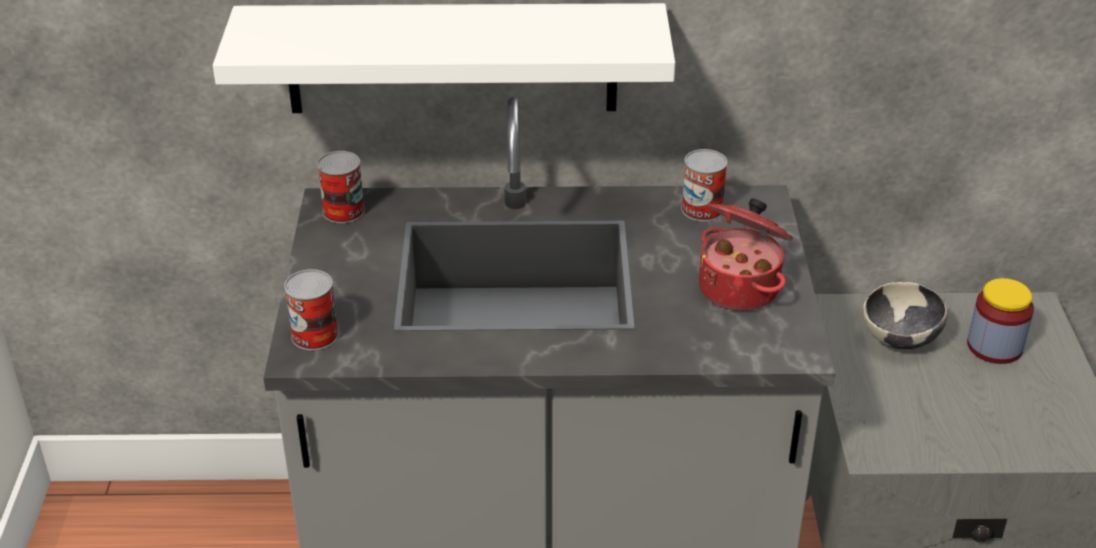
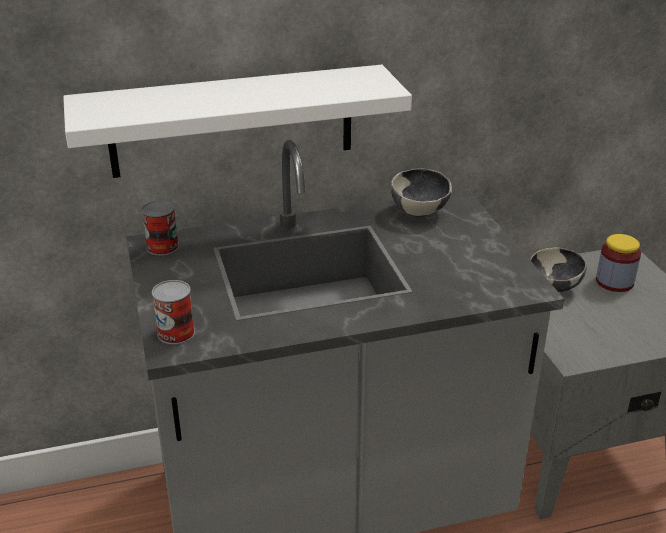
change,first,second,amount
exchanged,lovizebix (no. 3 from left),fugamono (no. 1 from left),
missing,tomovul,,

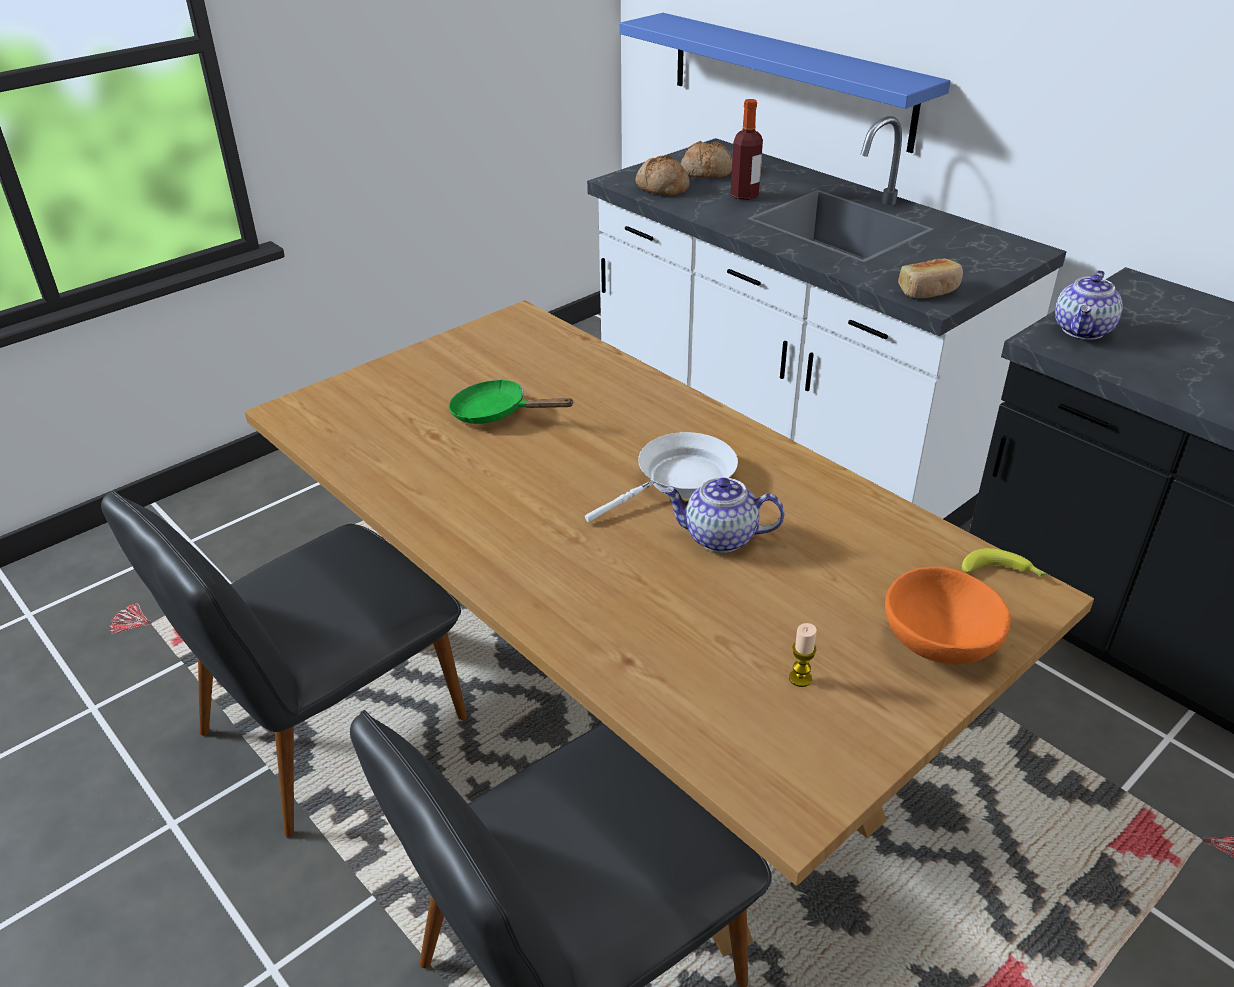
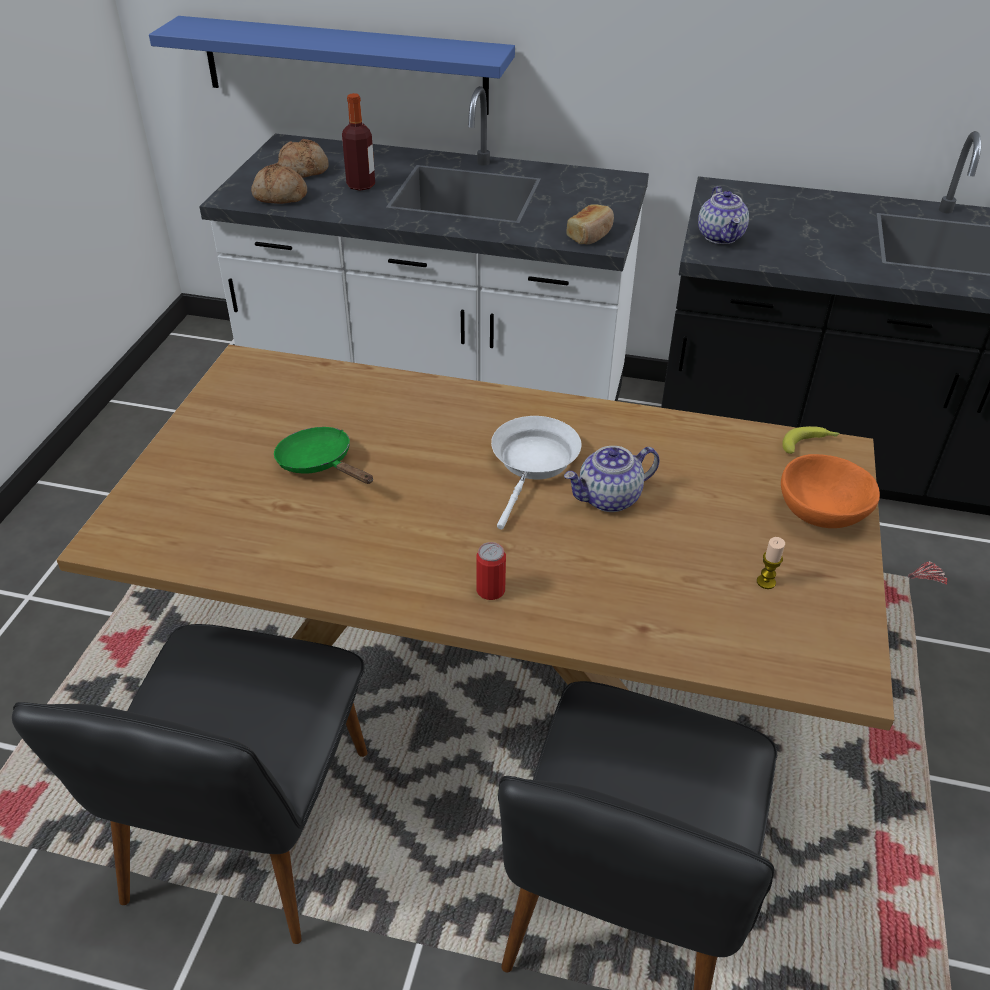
change,first,second,amount
spun,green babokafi,,60 degrees clockwise
appeared,,lovizebix,

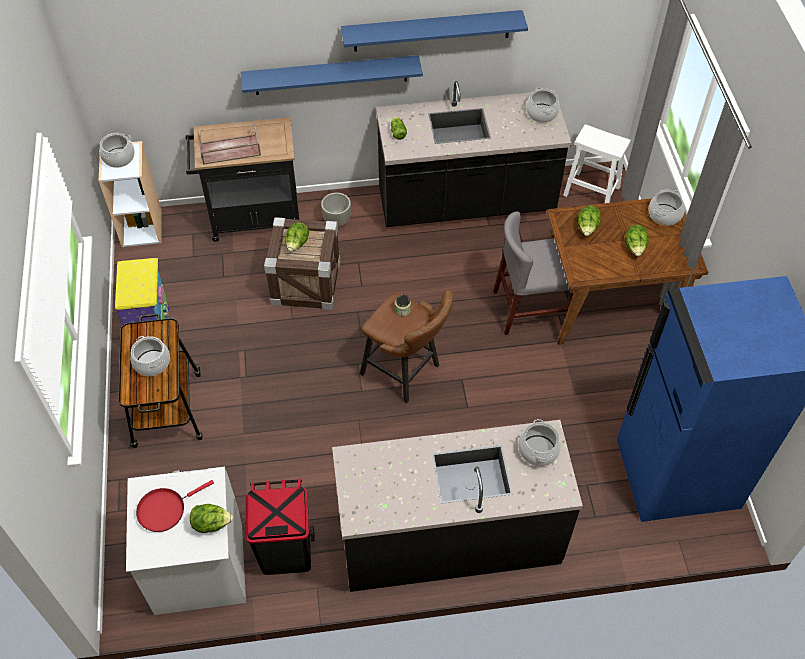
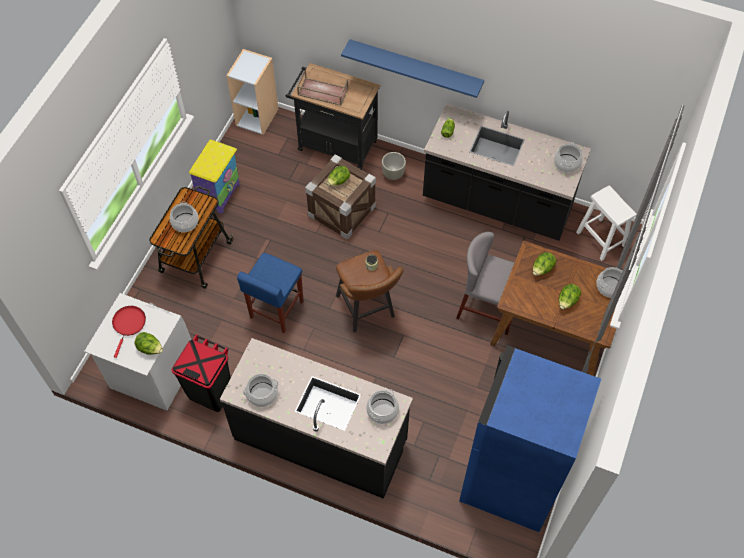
change,first,second,amount
relocated,tomovul (no. 1 from left in the first image),tomovul (no. 2 from left),
spun,red babokafi,,105 degrees clockwise
missing,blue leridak (no. 2 from left),,
appeared,,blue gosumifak,

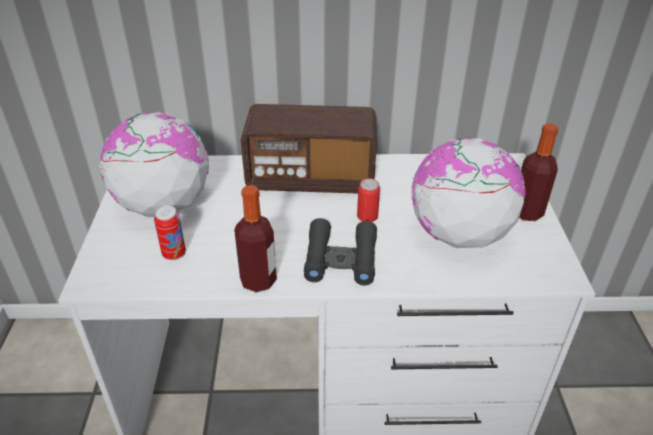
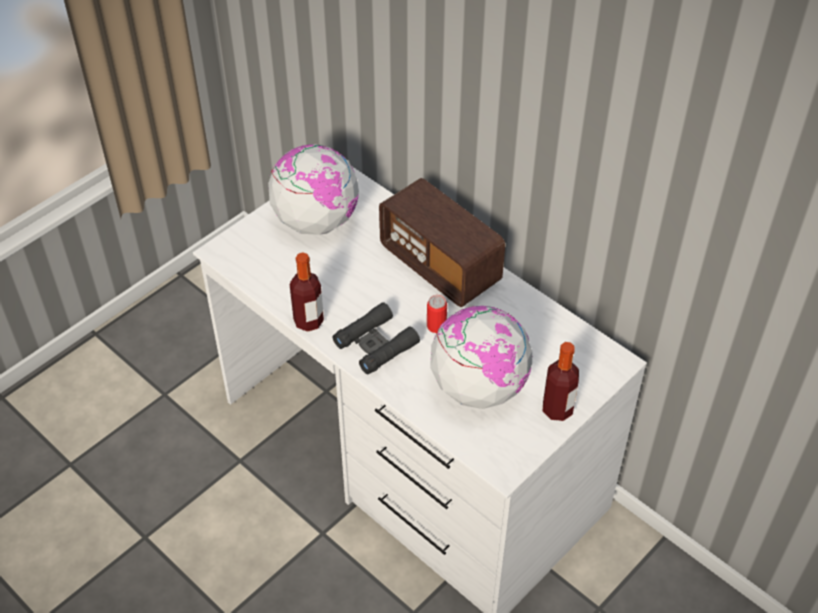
change,first,second,amount
missing,lovizebix (no. 1 from left),,

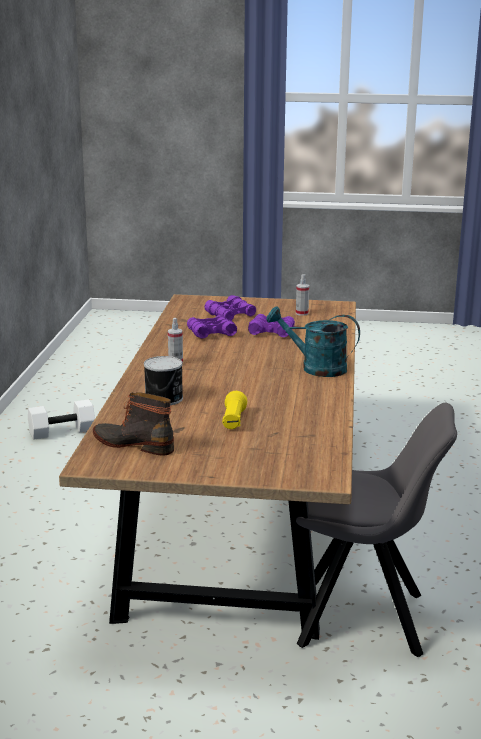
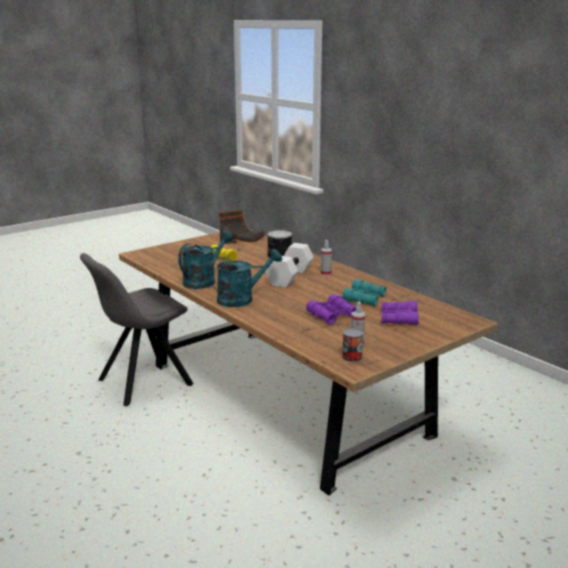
change,first,second,amount
relocated,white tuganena,,
colour,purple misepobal (no. 1 from left),turquoise misepobal,
appeared,,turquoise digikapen (no. 1 from left),
appeared,,lovizebix (no. 2 from left),

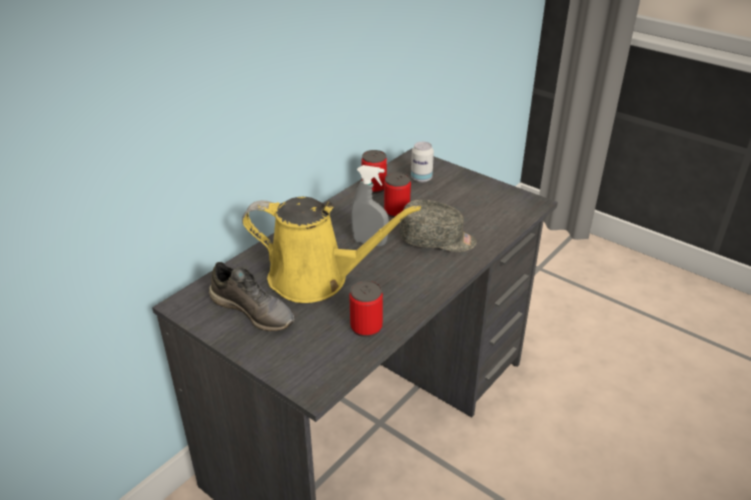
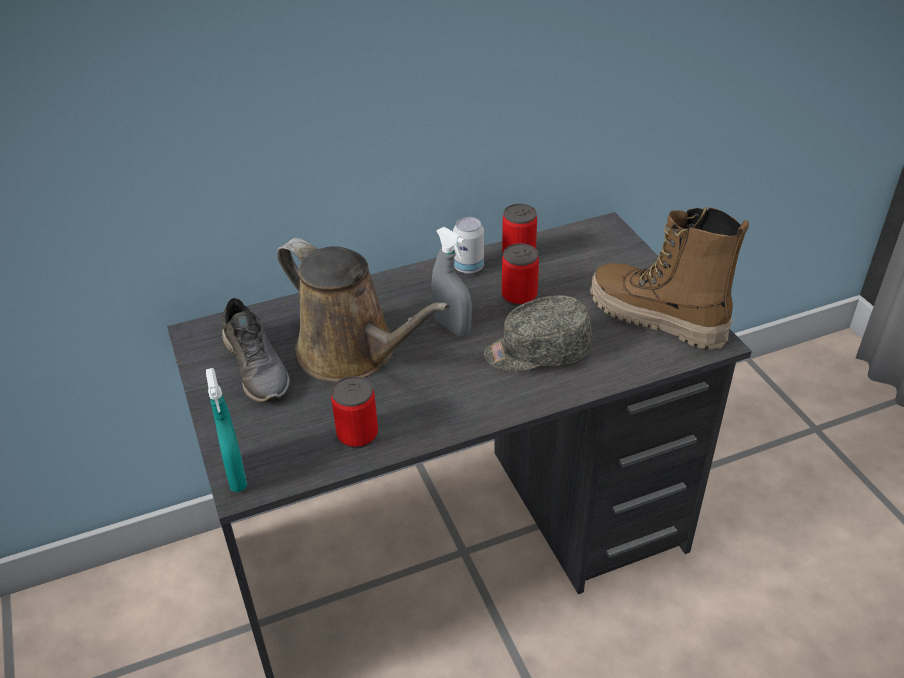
change,first,second,amount
colour,yellow digikapen,brown digikapen,
spun,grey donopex,,135 degrees clockwise
relocated,lovizebix (no. 4 from left in the first image),lovizebix (no. 2 from left),
appeared,,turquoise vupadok,
appeared,,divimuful,

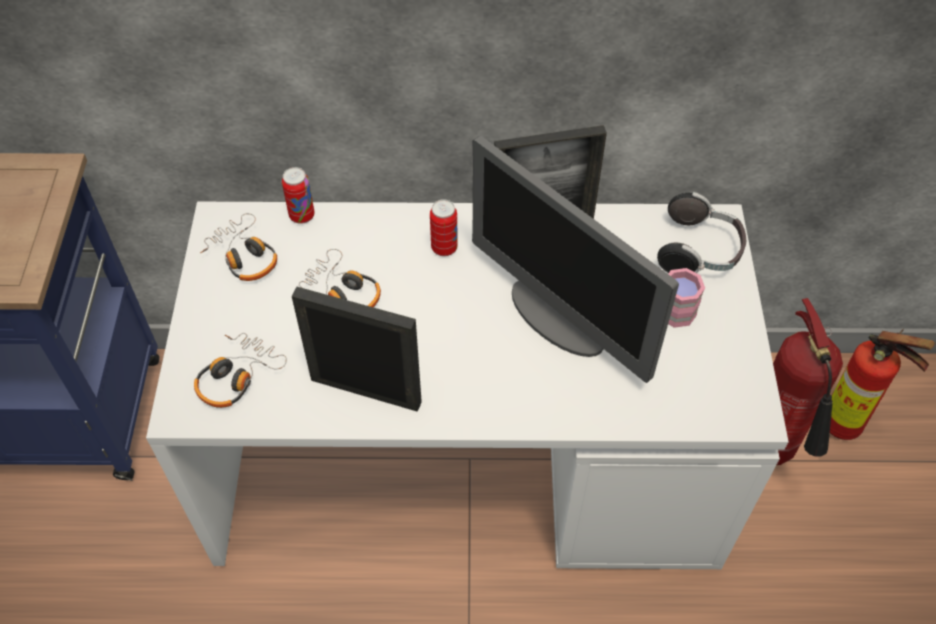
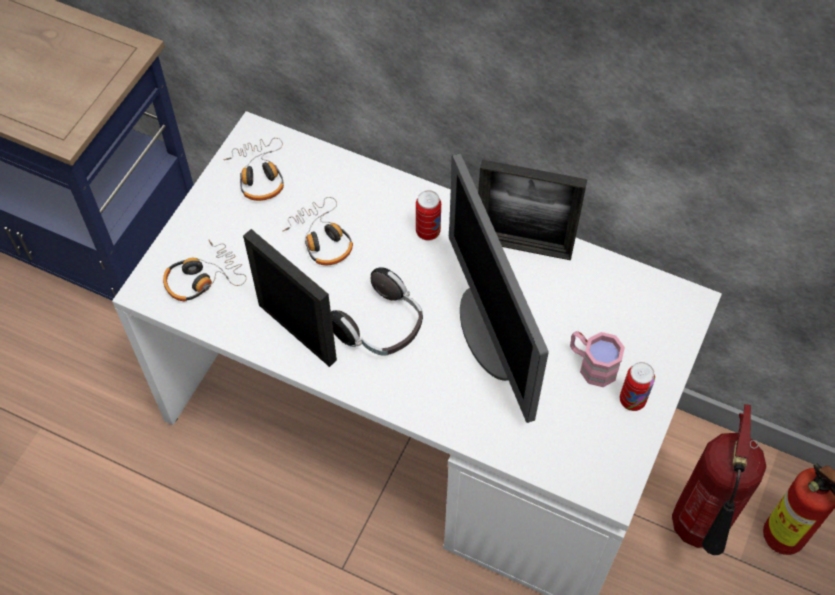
change,first,second,amount
relocated,lovizebix (no. 1 from left in the first image),lovizebix (no. 2 from left),
relocated,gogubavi (no. 4 from left),,

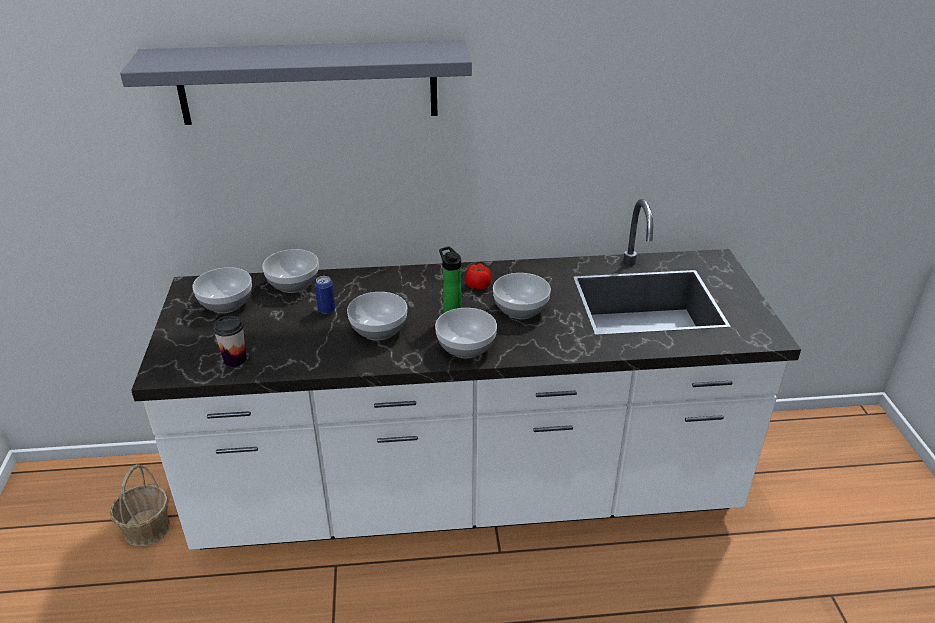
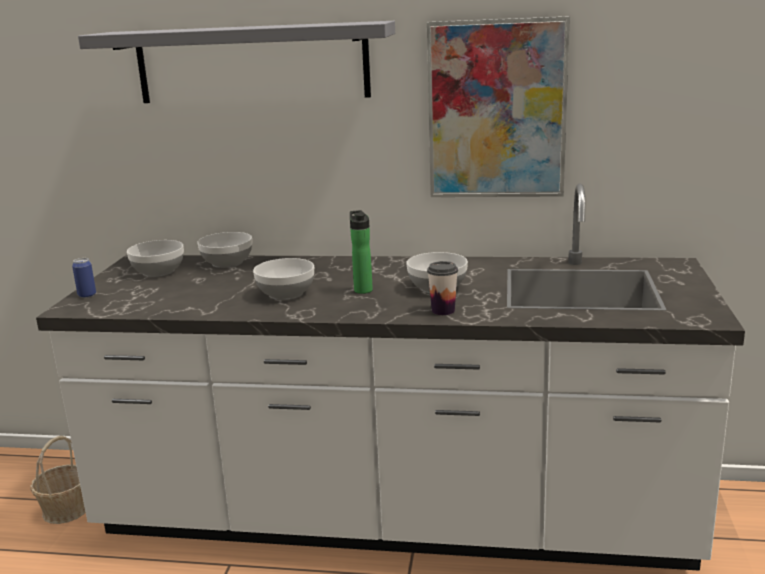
change,first,second,amount
relocated,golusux,,
relocated,lovizebix,,
missing,fugamono (no. 4 from left),,
missing,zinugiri,,
appeared,,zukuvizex,

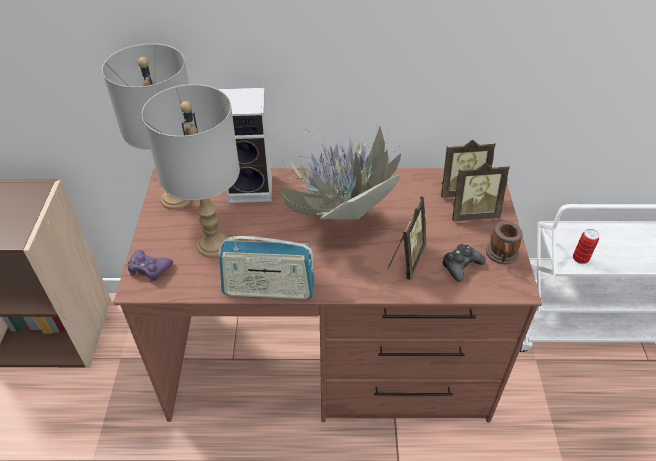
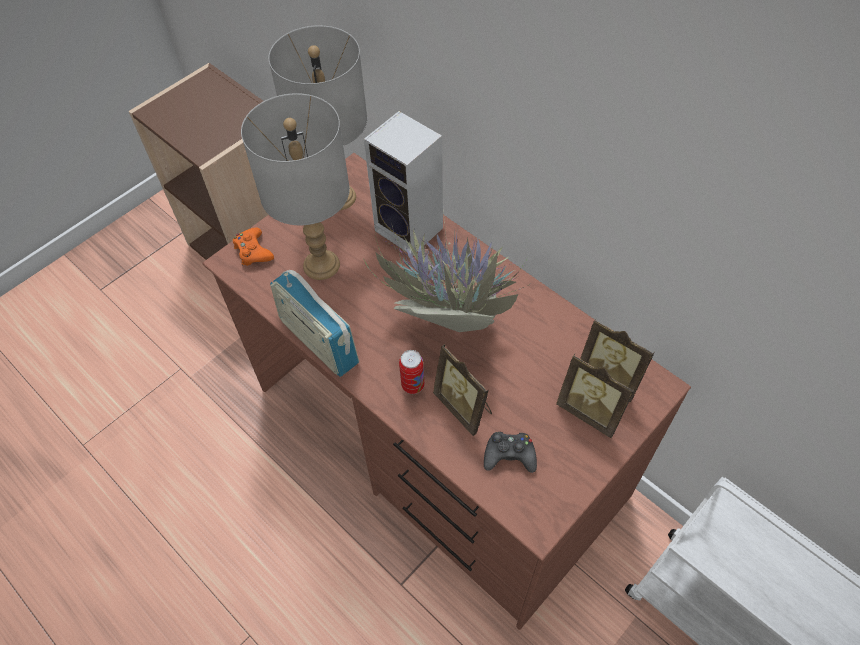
change,first,second,amount
colour,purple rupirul,orange rupirul,
spun,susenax (no. 1 from left),,75 degrees clockwise
missing,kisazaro,,
relocated,lovizebix,,

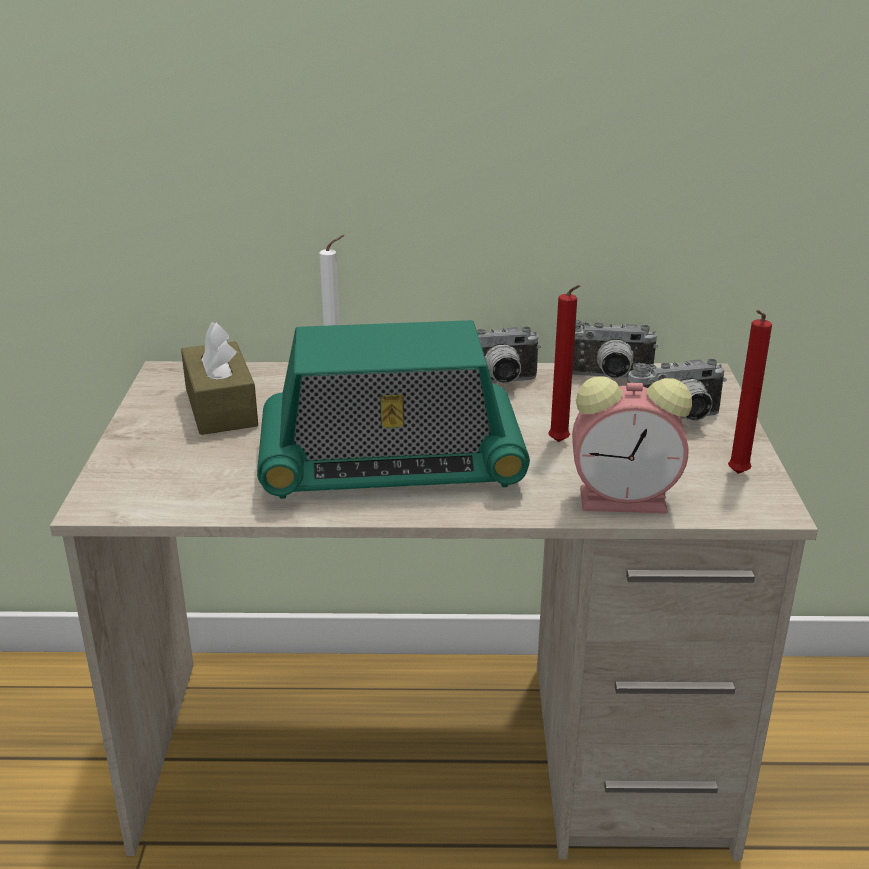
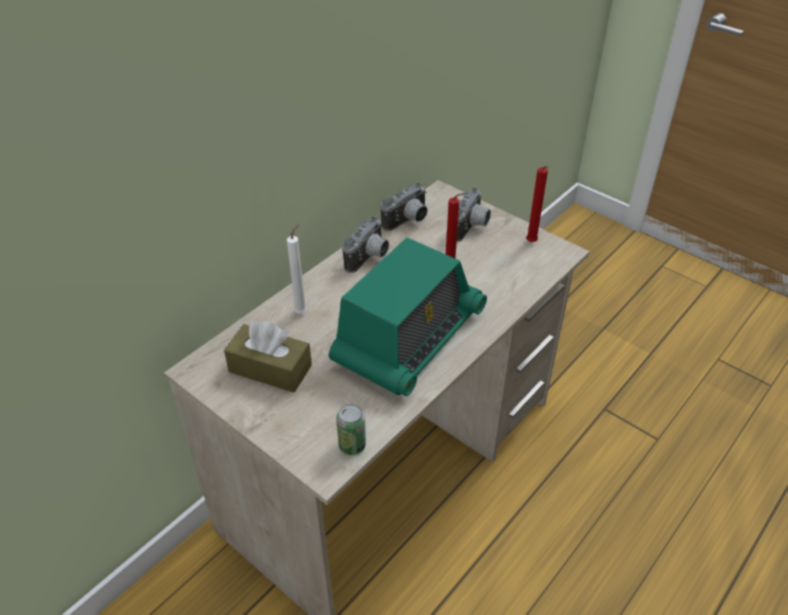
change,first,second,amount
missing,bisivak,,
appeared,,lovizebix,

